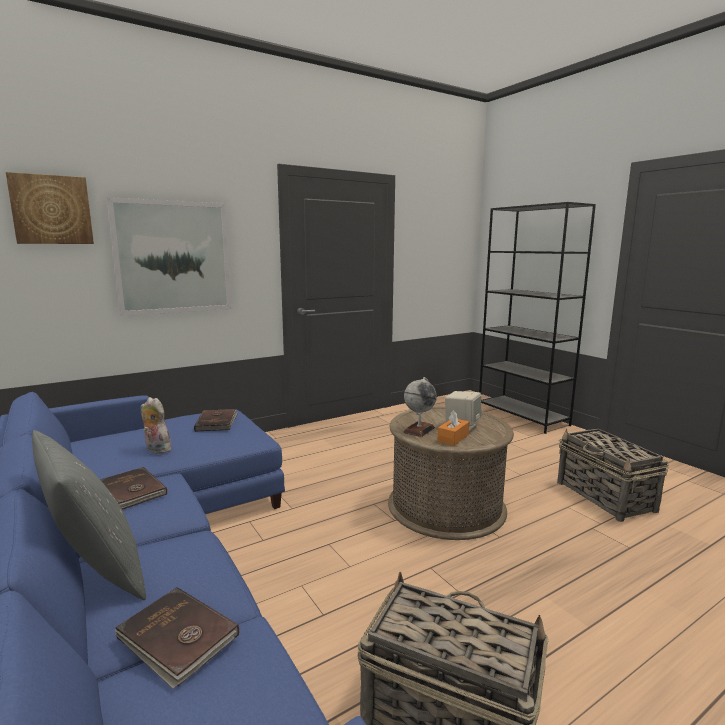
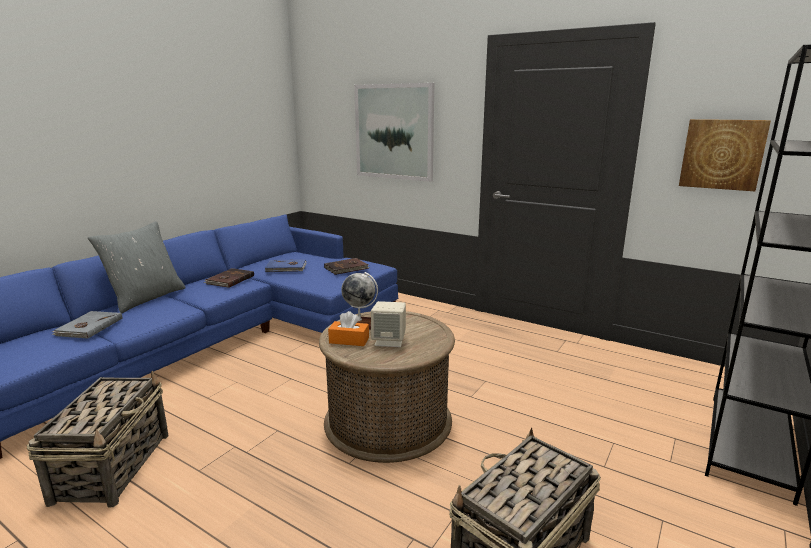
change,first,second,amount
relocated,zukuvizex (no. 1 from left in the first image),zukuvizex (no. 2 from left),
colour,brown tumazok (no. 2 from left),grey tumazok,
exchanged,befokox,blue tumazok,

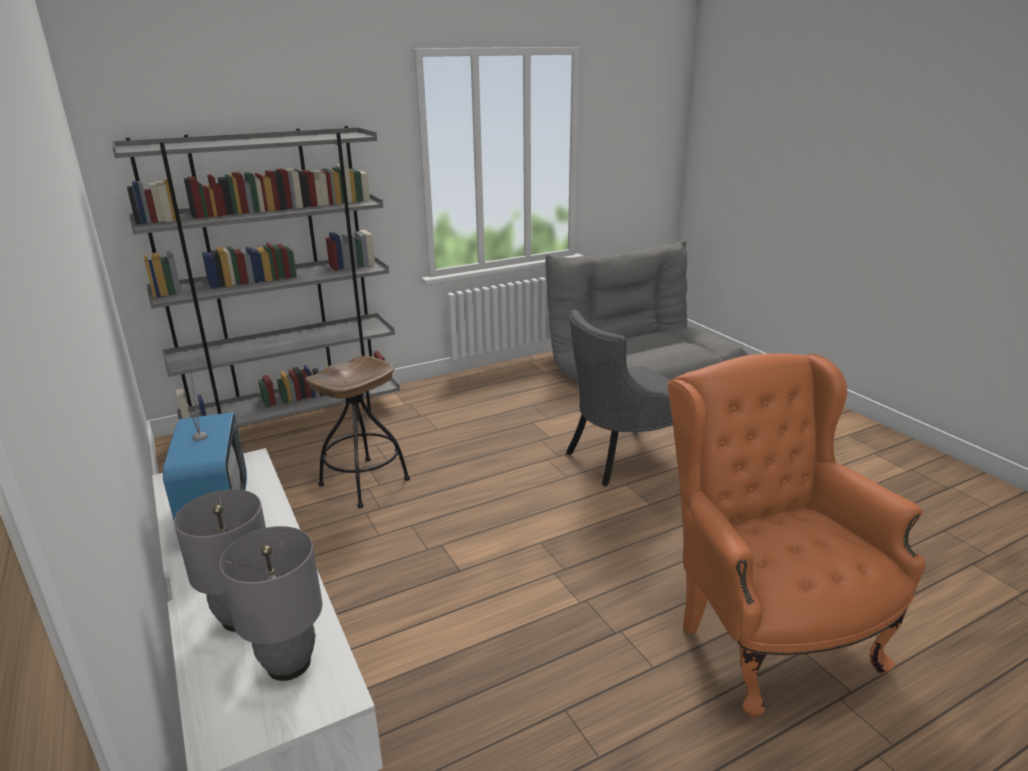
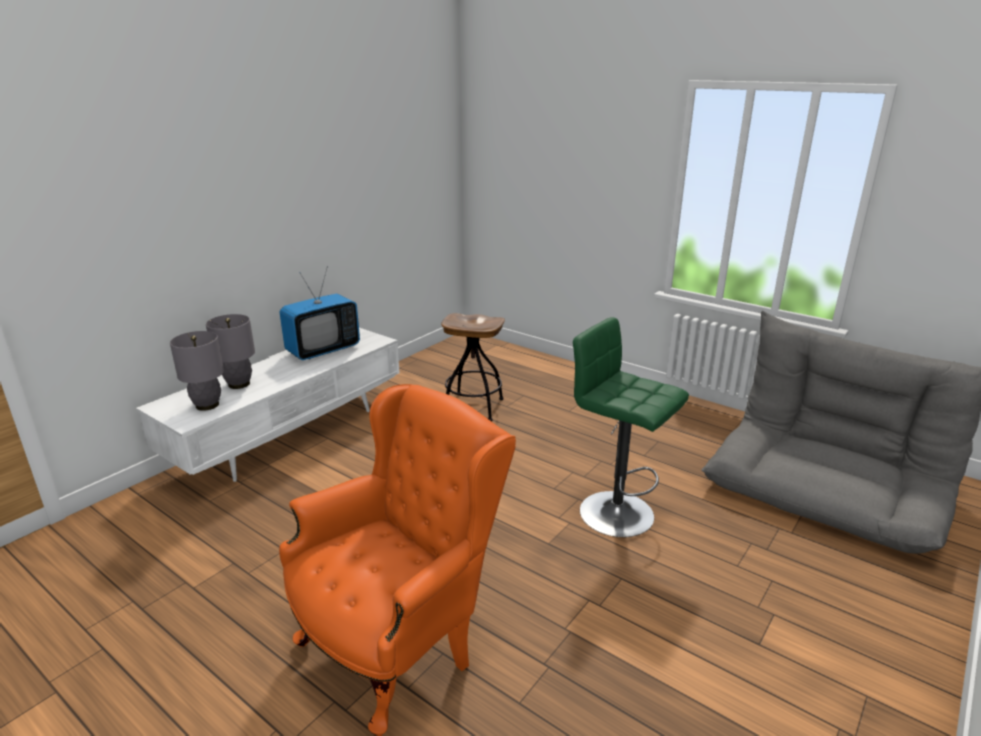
change,first,second,amount
missing,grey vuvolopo,,
exchanged,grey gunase,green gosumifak,

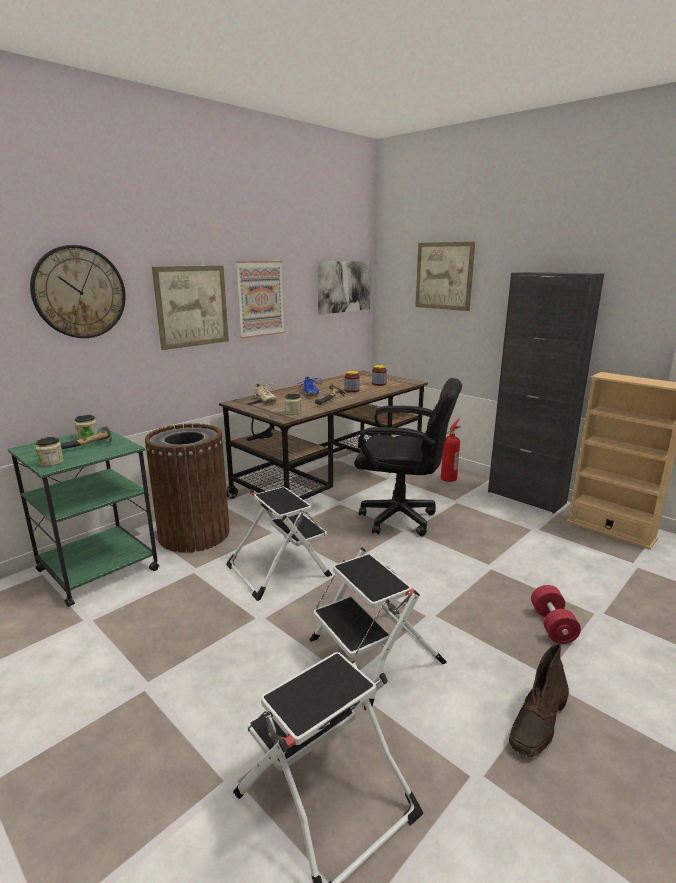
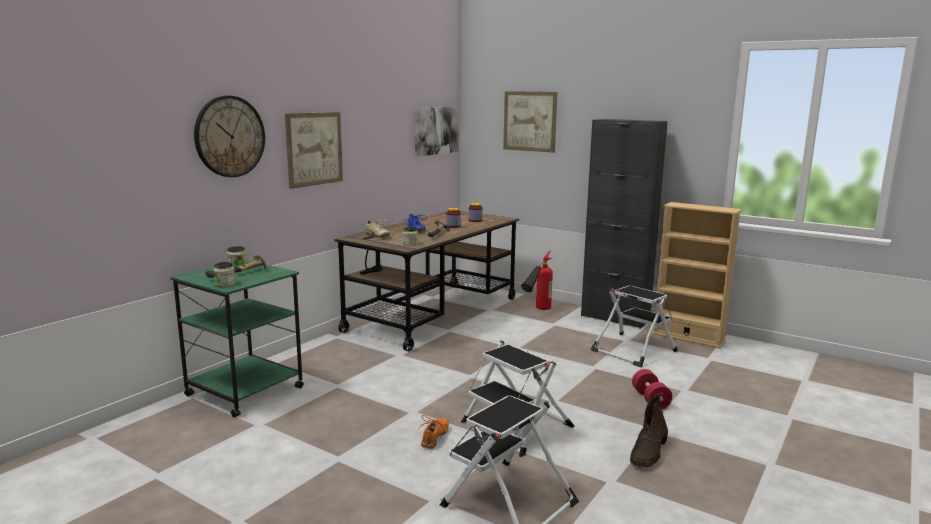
change,first,second,amount
missing,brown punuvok,,
relocated,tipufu (no. 1 from left in the first image),tipufu (no. 3 from left),
missing,zukuvizex (no. 2 from left),,
missing,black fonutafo,,
appeared,,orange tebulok,

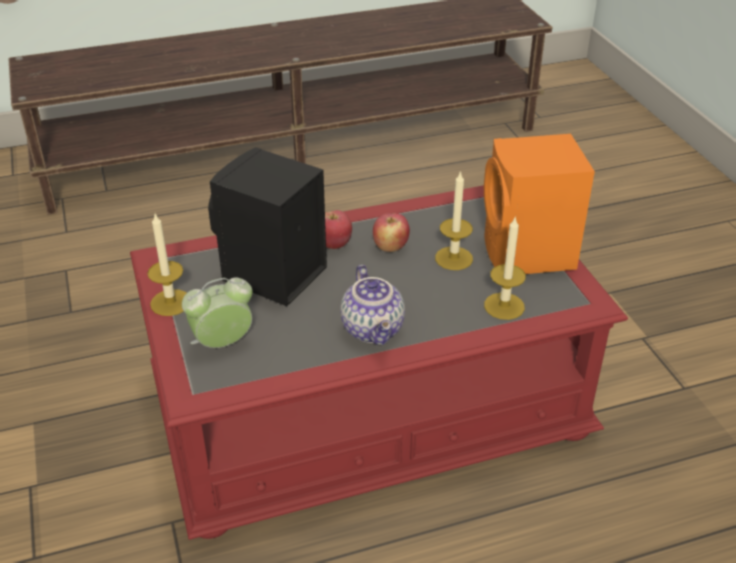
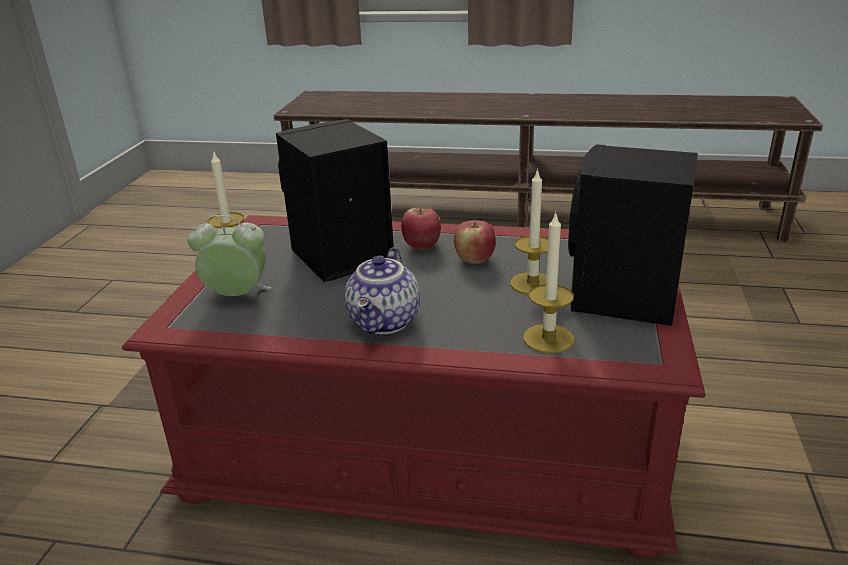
change,first,second,amount
colour,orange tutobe,black tutobe (no. 2 from left),

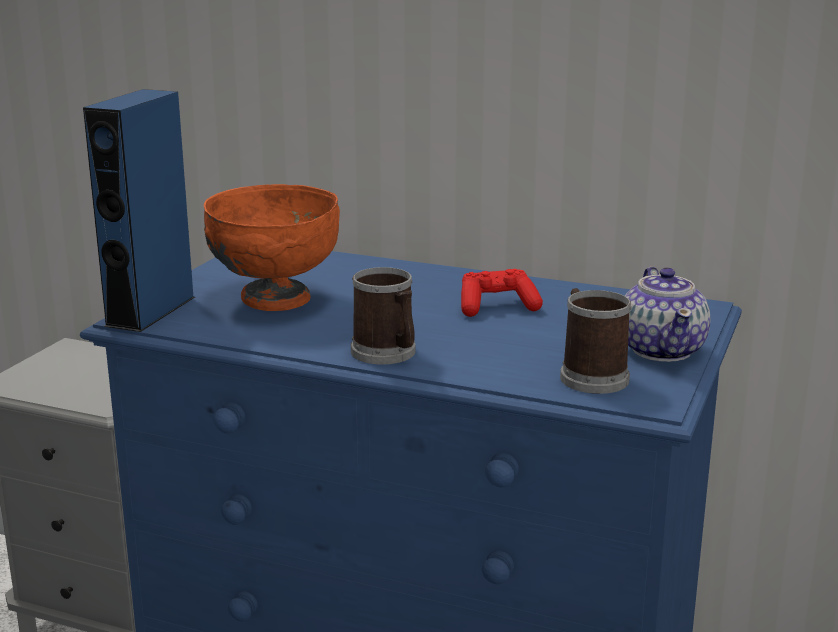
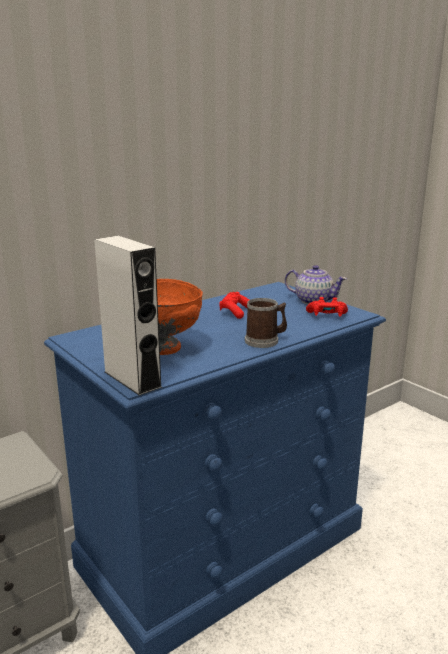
change,first,second,amount
colour,blue tutobe,white tutobe,
exchanged,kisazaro (no. 2 from left),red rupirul (no. 2 from left),

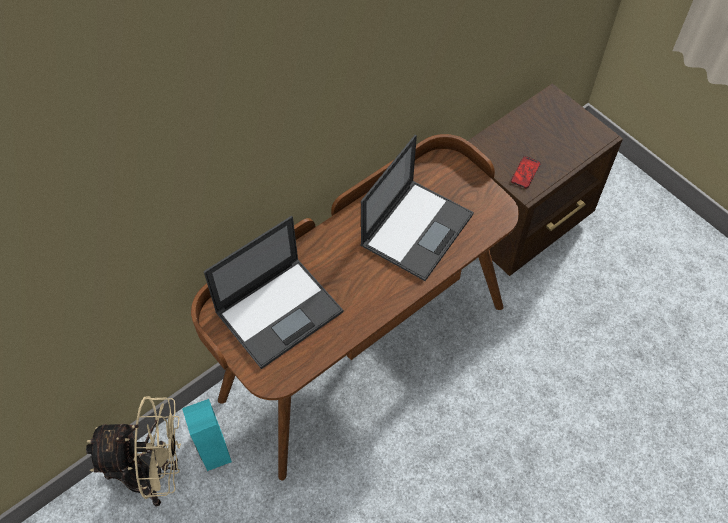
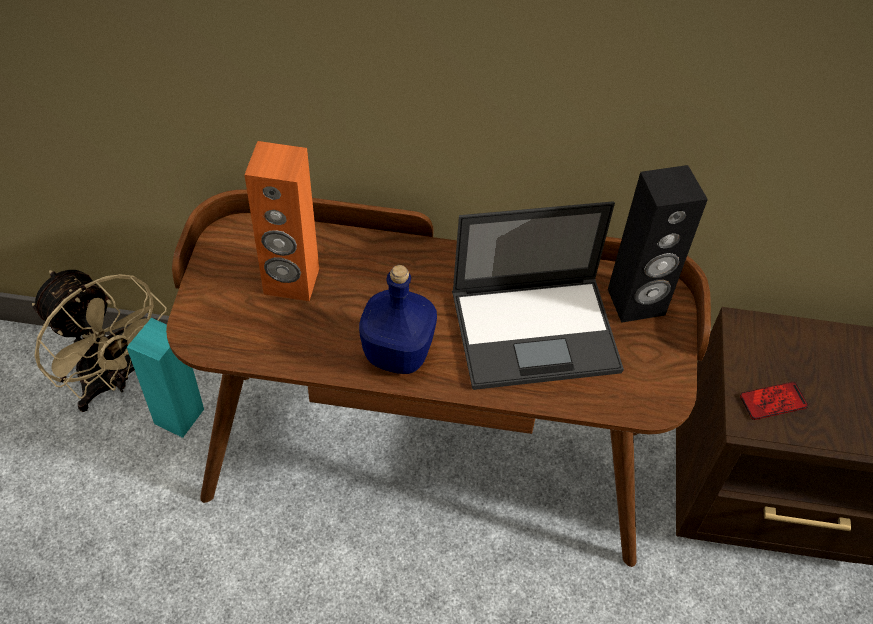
change,first,second,amount
exchanged,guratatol (no. 1 from left),orange tutobe,
appeared,,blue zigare,
appeared,,black tutobe,

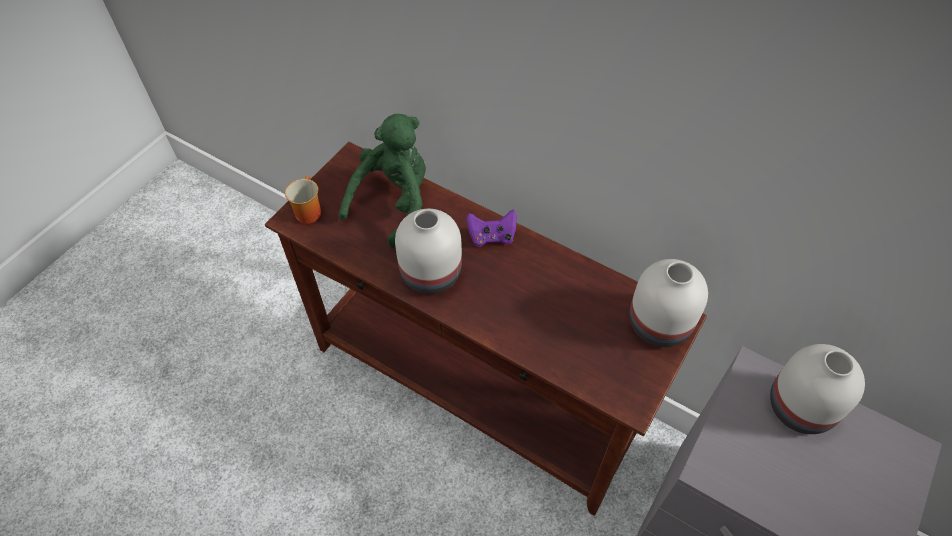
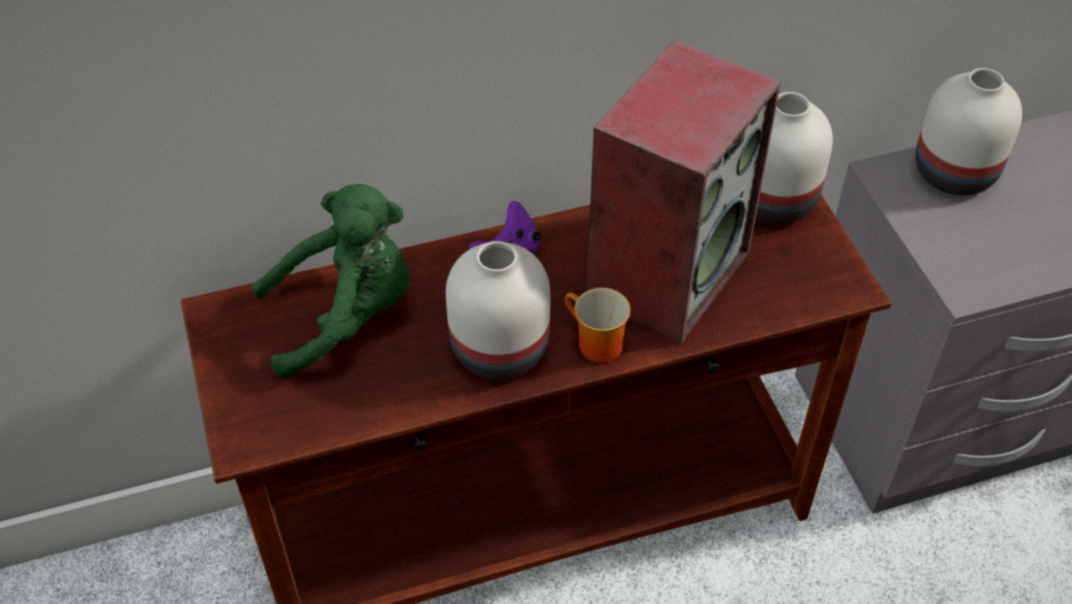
change,first,second,amount
relocated,kisazaro,,
spun,green befokox,,90 degrees clockwise
appeared,,tutobe,

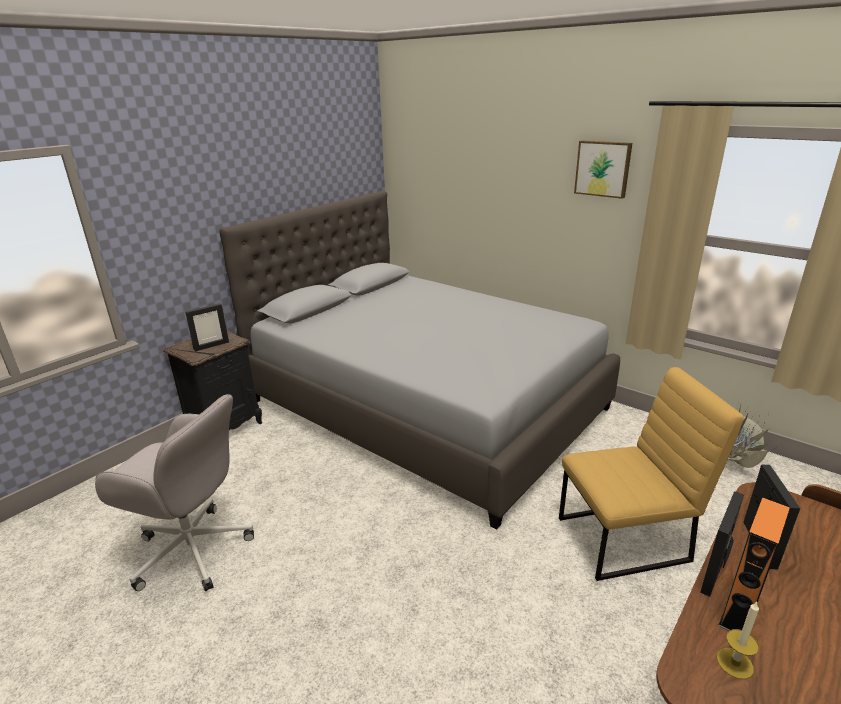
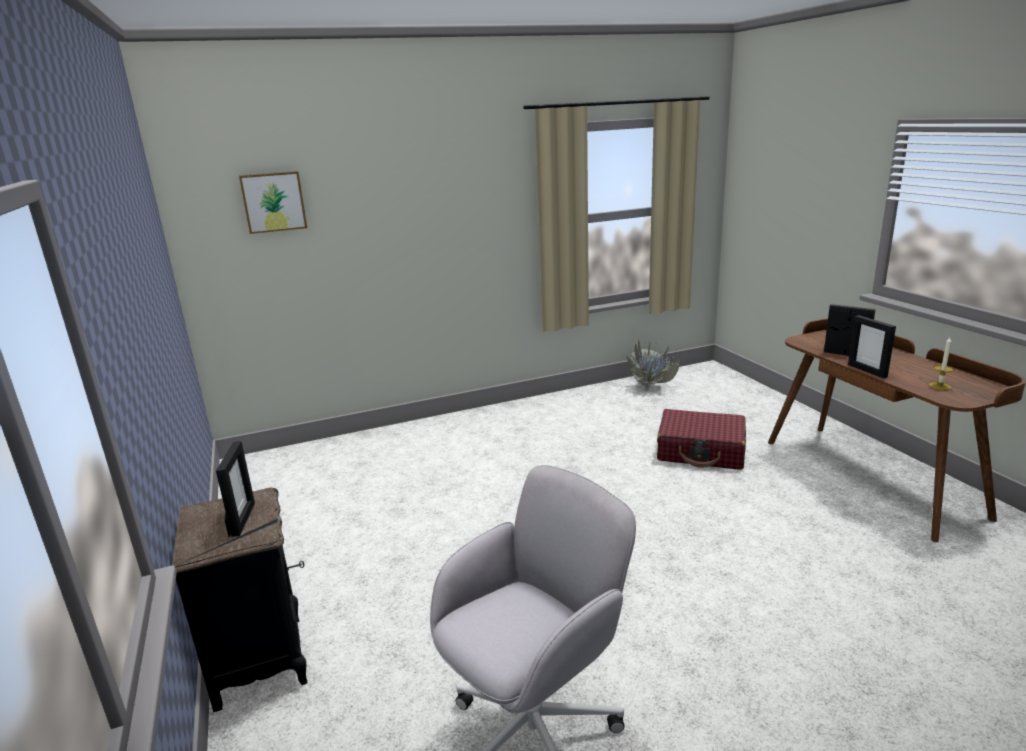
change,first,second,amount
missing,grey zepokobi,,
exchanged,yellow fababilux,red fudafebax,
relocated,zukuvizex,,
missing,orange tutobe,,

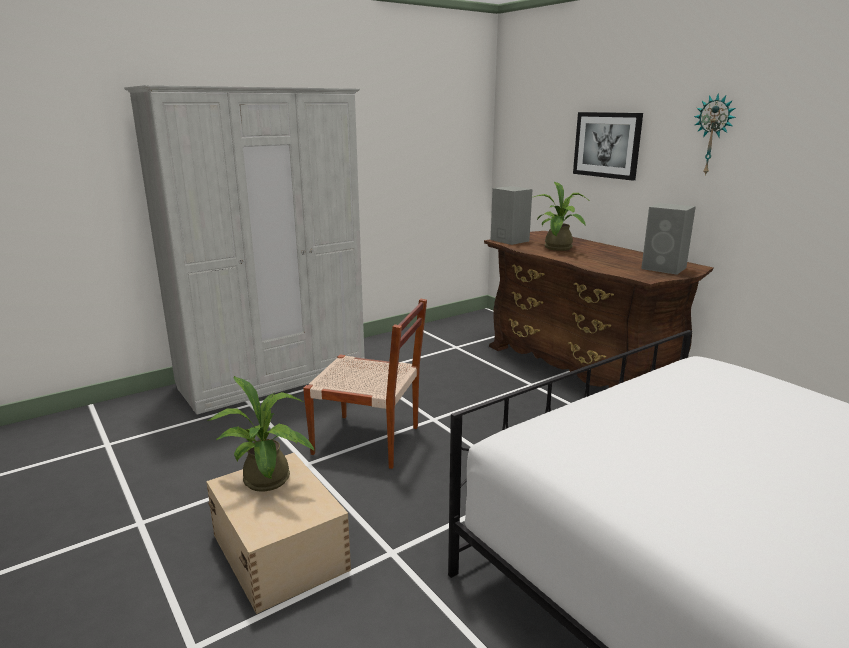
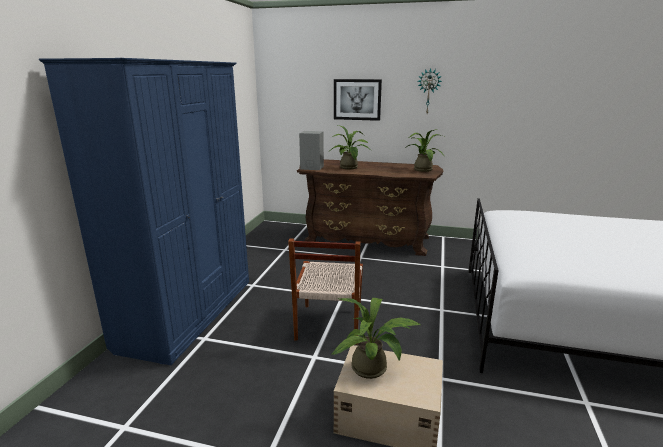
change,first,second,amount
colour,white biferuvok,blue biferuvok,
spun,fababilux,,120 degrees clockwise
exchanged,grey tutobe (no. 2 from left),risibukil (no. 3 from left),

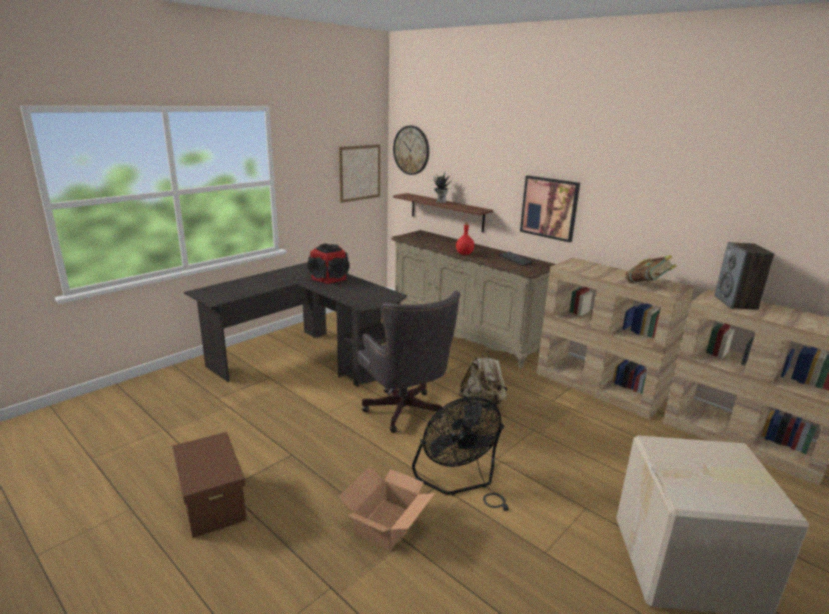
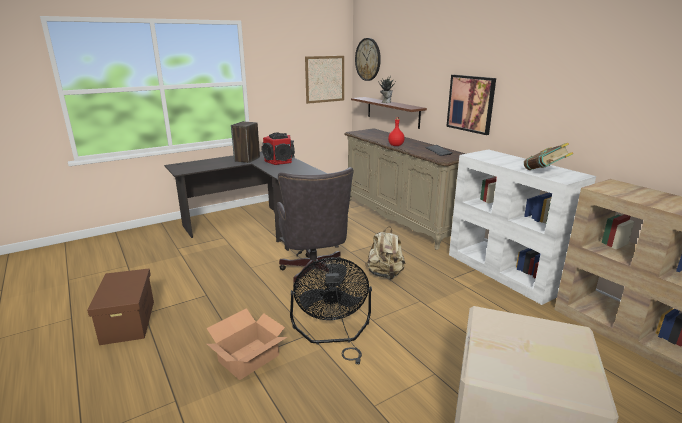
change,first,second,amount
colour,brown vuvolopo (no. 1 from left),white vuvolopo,
relocated,tutobe (no. 2 from left in the first image),tutobe (no. 1 from left),

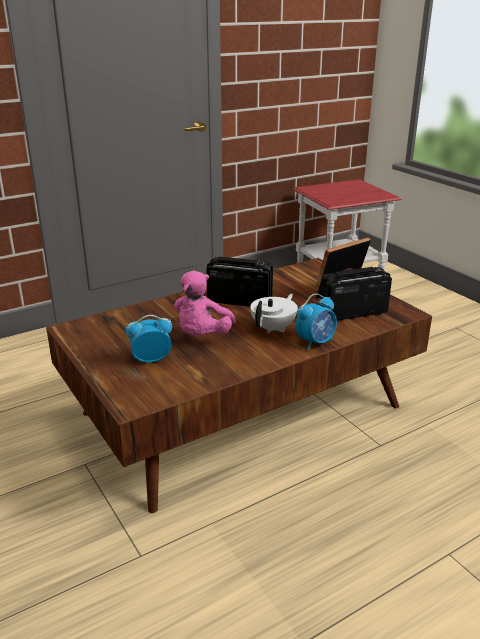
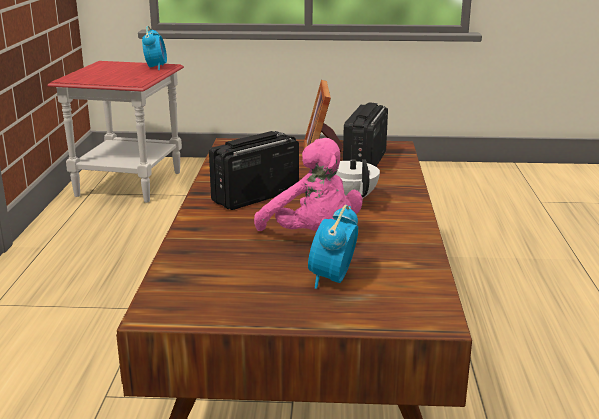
change,first,second,amount
relocated,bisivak (no. 2 from left in the first image),bisivak (no. 1 from left),

